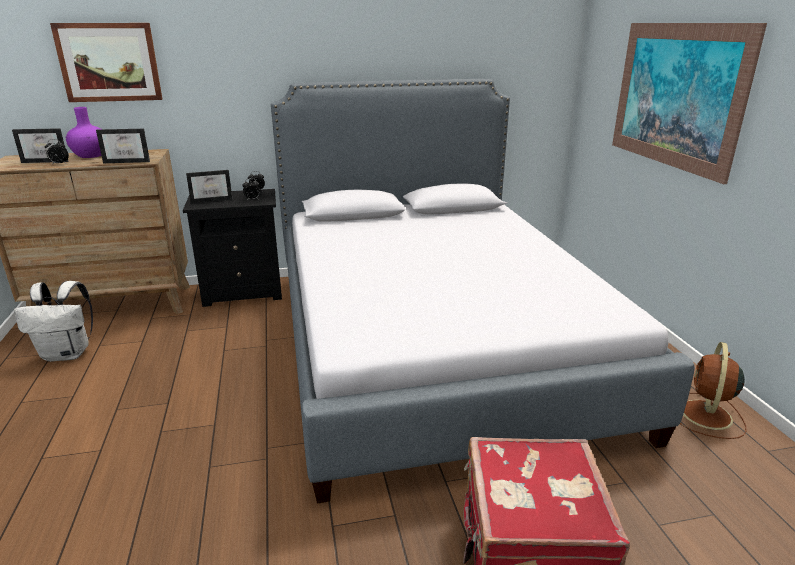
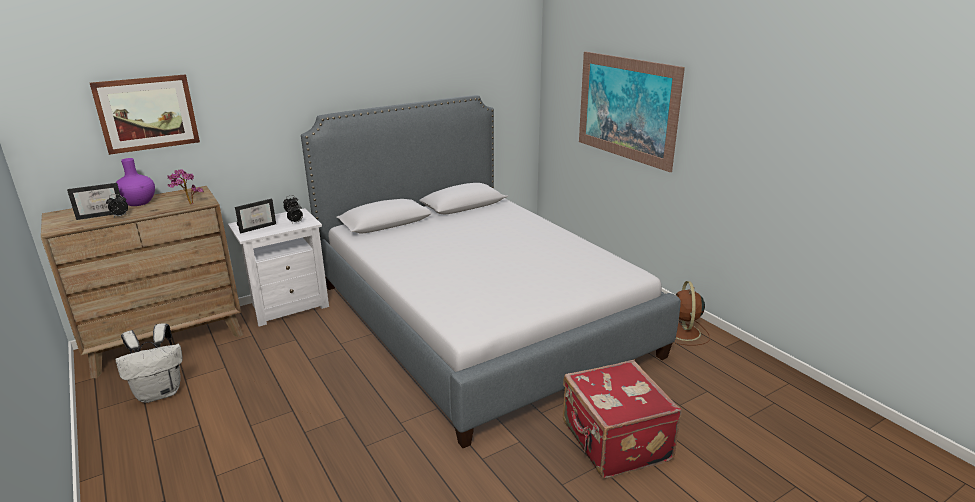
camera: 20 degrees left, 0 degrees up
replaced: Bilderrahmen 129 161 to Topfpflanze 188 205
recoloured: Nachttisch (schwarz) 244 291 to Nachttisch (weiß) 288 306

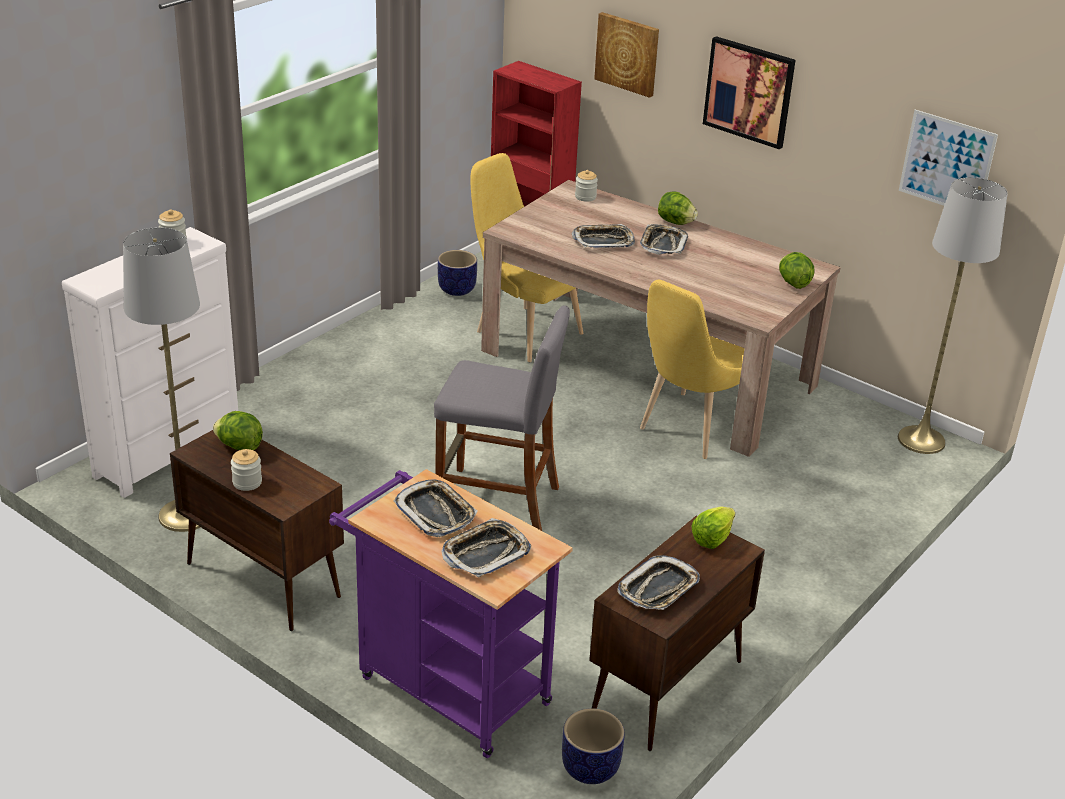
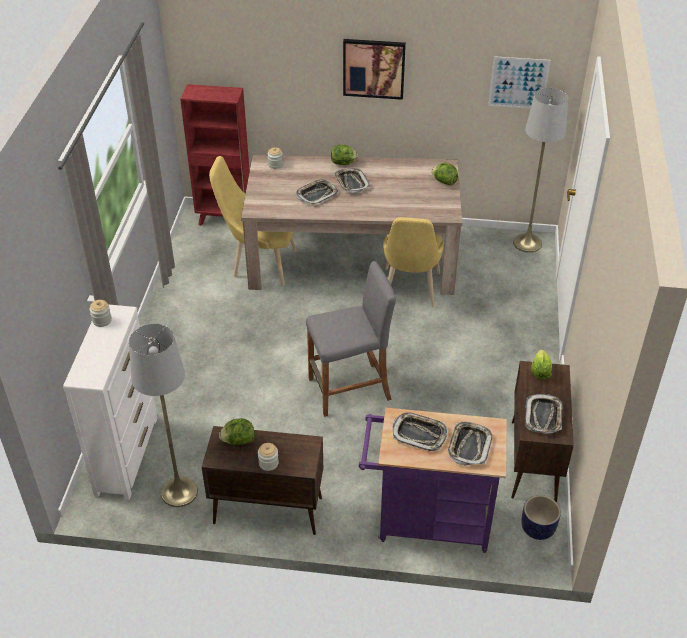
camera: 30 degrees left, 10 degrees up
removed: Pflanzkübel 457 289; Bild 627 54

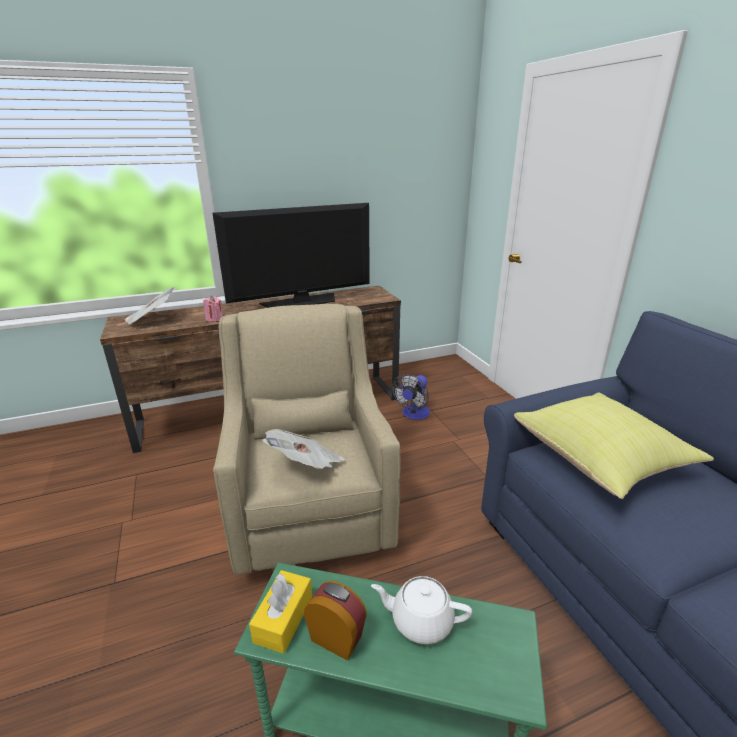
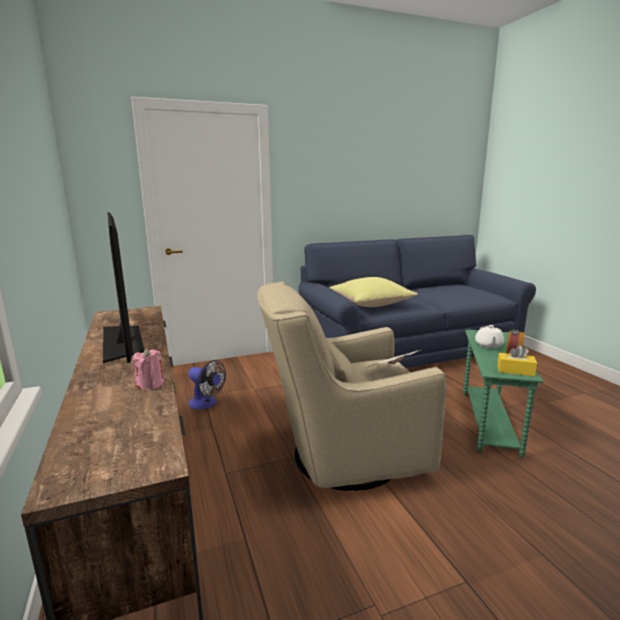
camera: 90 degrees left, 10 degrees down
removed: Zeitung 152 319

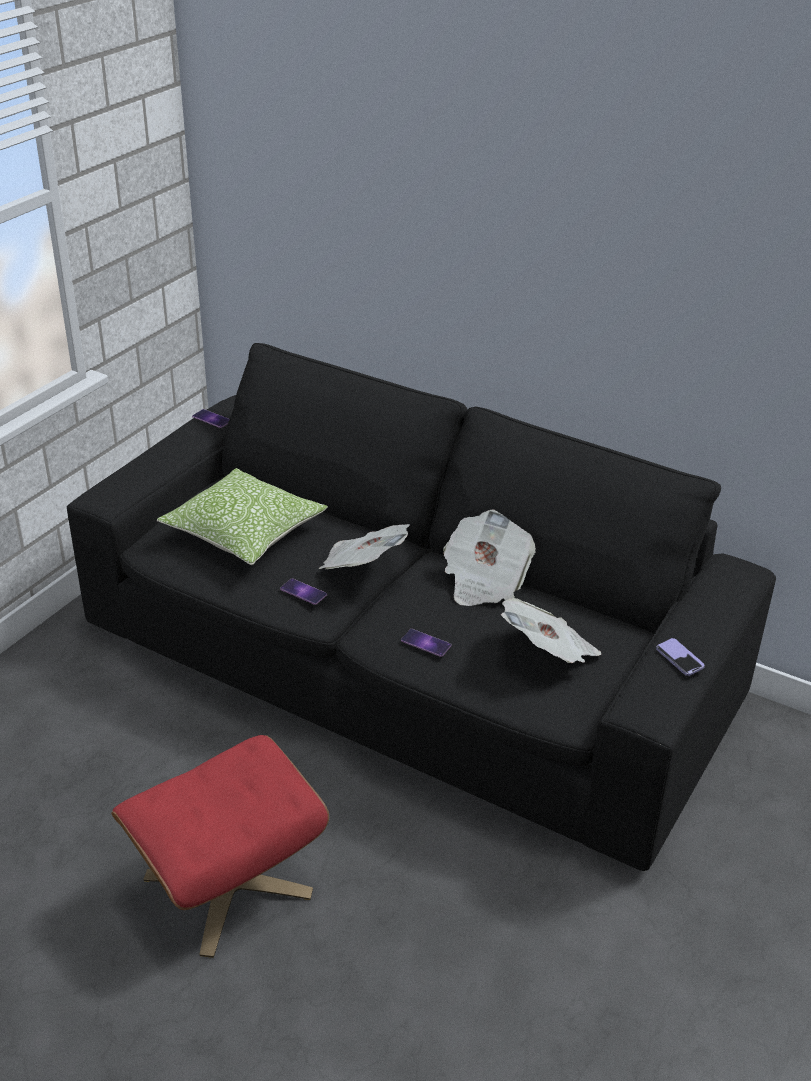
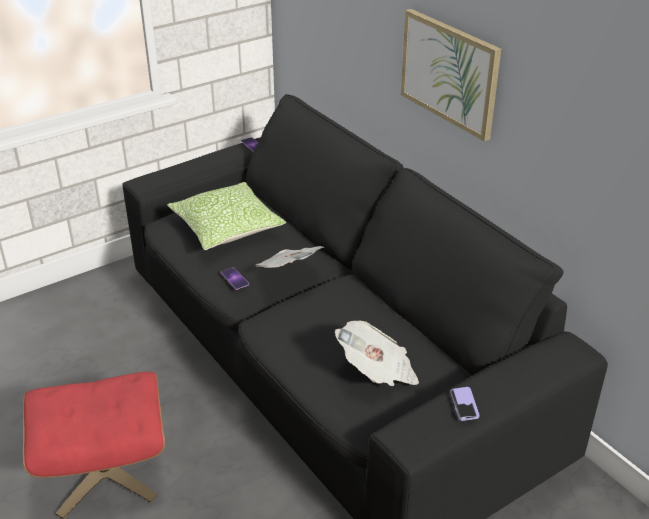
camera: 25 degrees right, 0 degrees up
removed: Handy 426 643; Zeitung 484 580
added: Bild 450 72

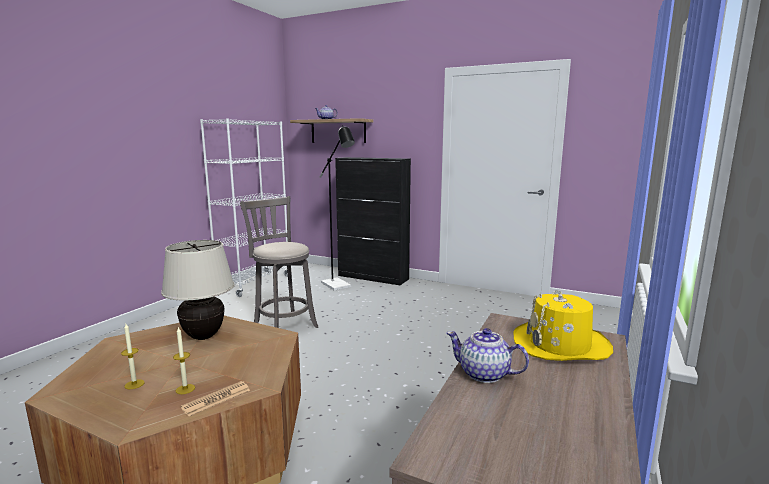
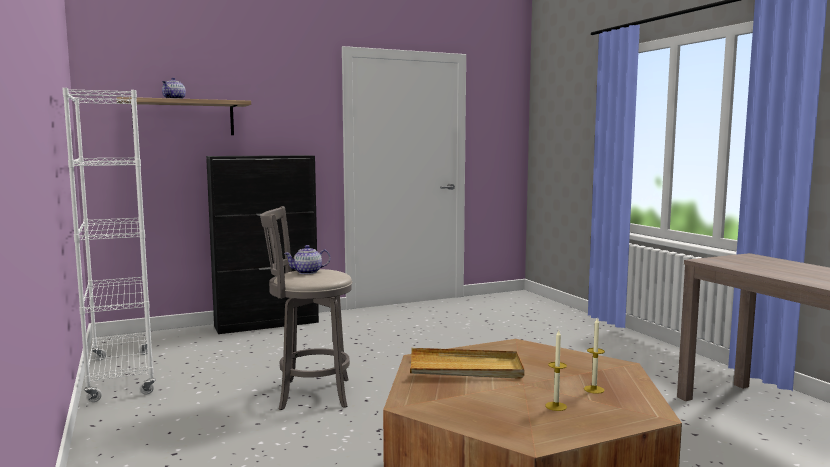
camera: 50 degrees left, 5 degrees down
removed: Zeitung 216 399; Stehlampe (schwarz) 338 286; Hut (gelb) 560 345
moved: Teekanne 484 374 to 308 272
replaced: Tischlampe (beige) 203 336 to Tablett (beige) 465 368

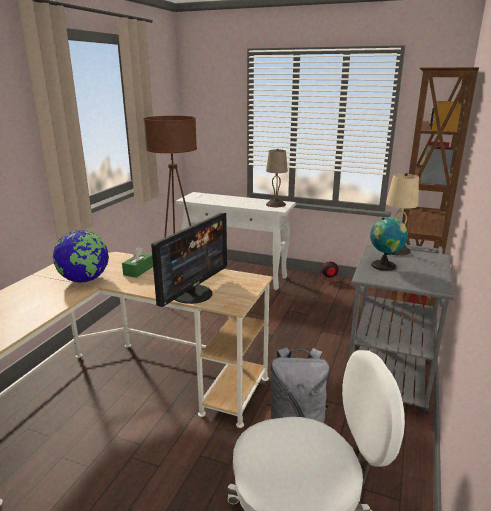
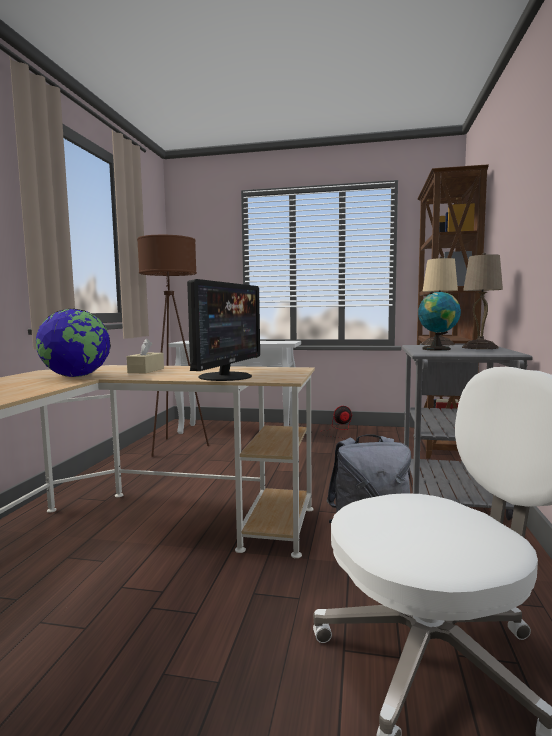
camera: 10 degrees left, 15 degrees down
moved: Tischlampe (beige) 275 204 to 479 347
recoloured: Taschentuchbox (grün) 138 270 to Taschentuchbox (beige) 146 370

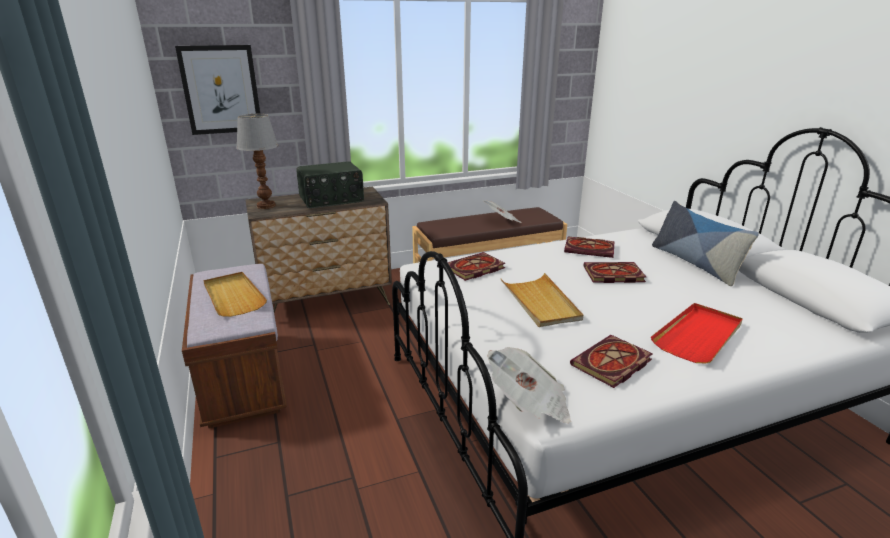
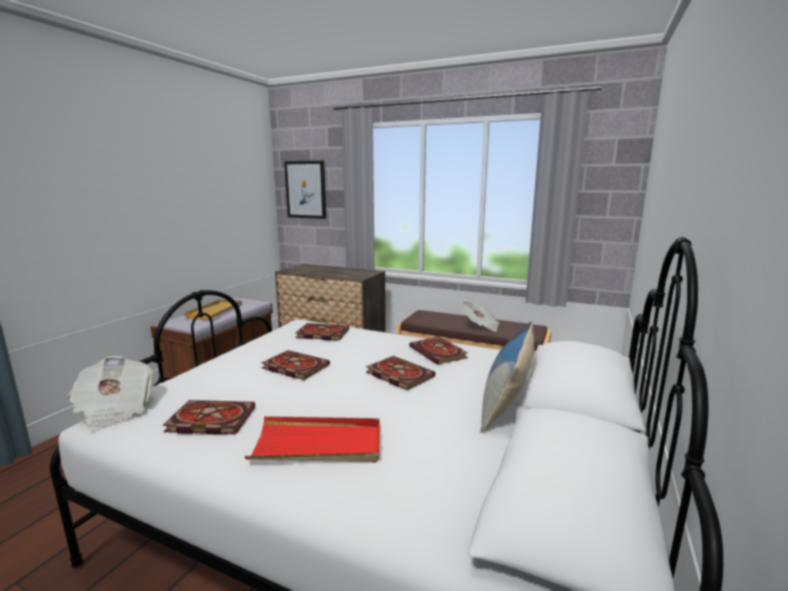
camera: 45 degrees right, 10 degrees down
removed: Tischlampe 266 206; Radio 331 199
replaced: Tablett (beige) 540 302 to Buch 293 367

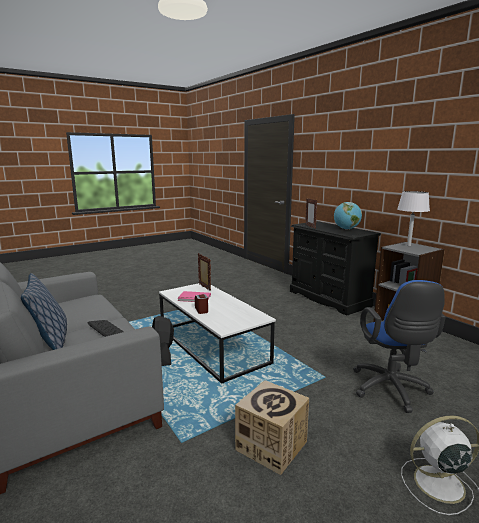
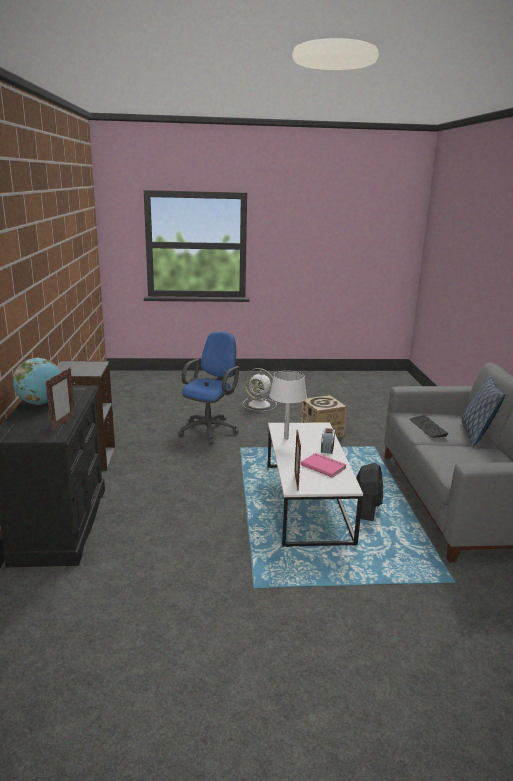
camera: 150 degrees left, 5 degrees up
moved: Tischlampe (weiß) 408 245 to 286 438

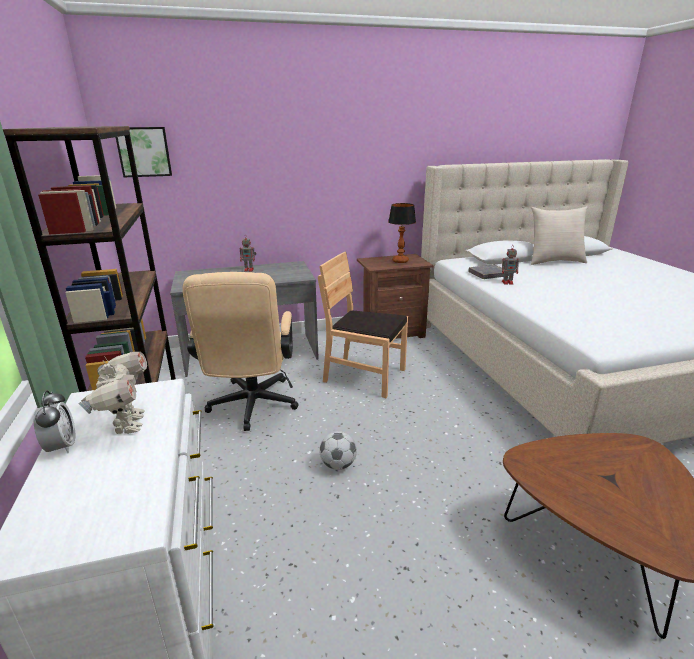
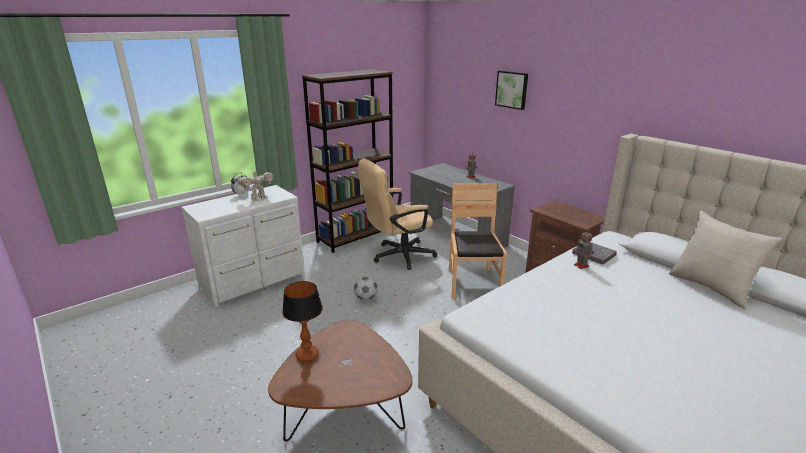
camera: 65 degrees right, 0 degrees up
moved: Bild 144 152 to 512 89; Tischlampe 400 261 to 307 356

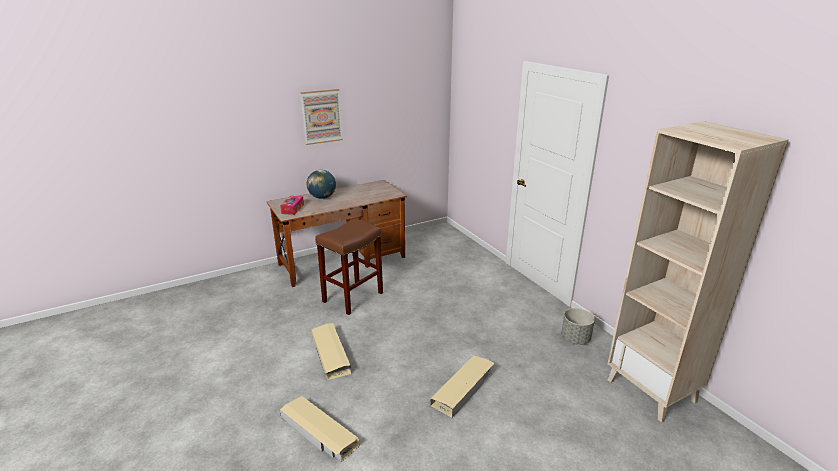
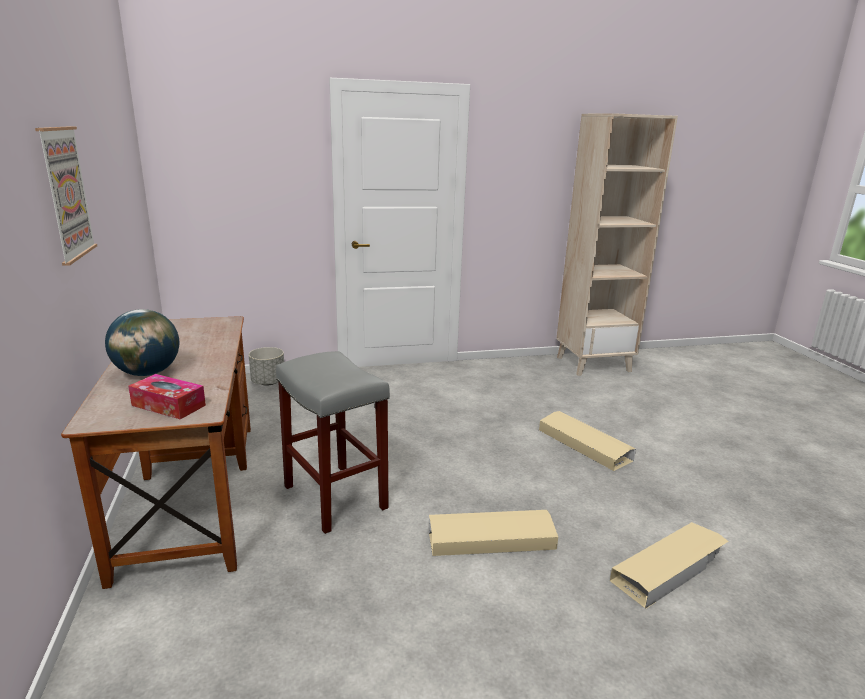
camera: 75 degrees left, 5 degrees down
moved: Pflanzkübel (grau) 575 339 to 268 382
recoloured: Hocker (braun) 352 298 to Hocker (grau) 336 497

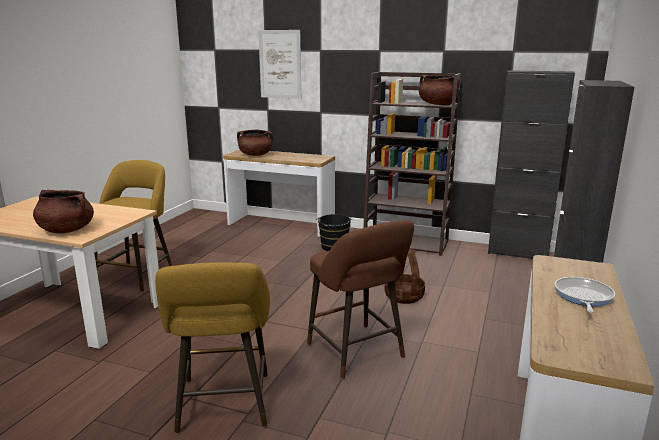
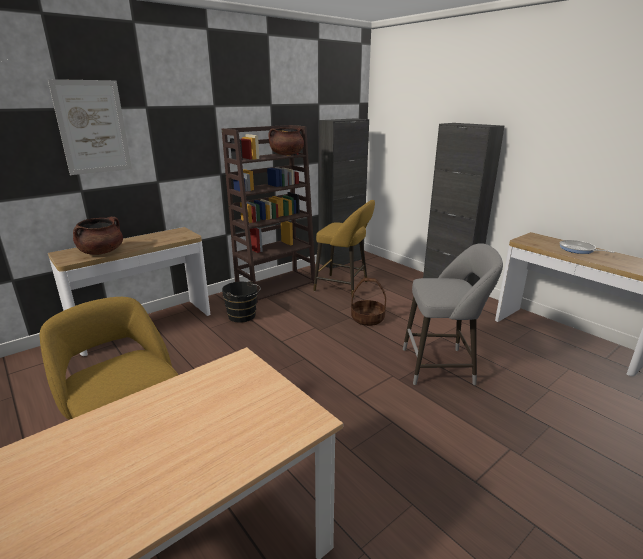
camera: 60 degrees left, 5 degrees up
removed: Kochtopf (braun) 66 230
moved: Hocker (gelb) 224 407 to 344 287
recoloured: Hocker (braun) 358 353 to Hocker (grau) 442 366

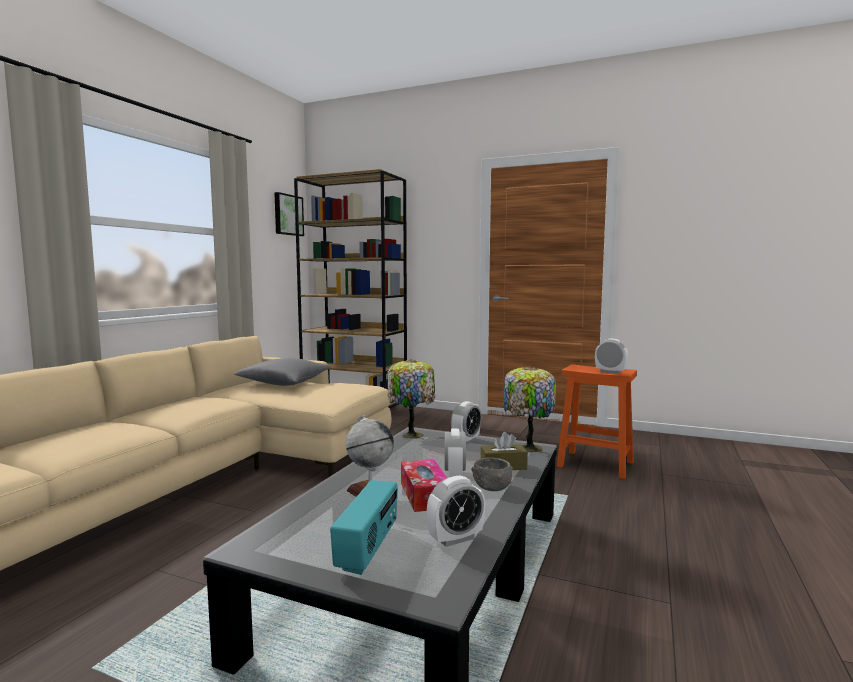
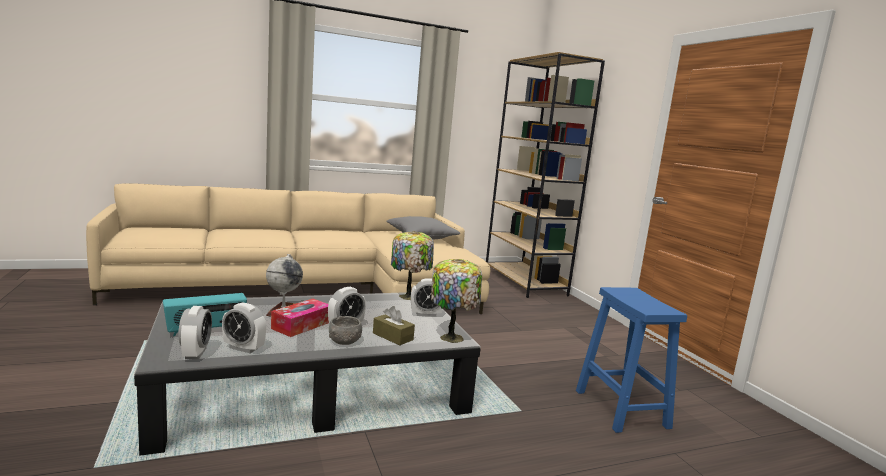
camera: 45 degrees right, 5 degrees up
removed: Bild 287 215
moved: Wecker 610 372 to 195 353
recoloured: Hocker (orange) 596 464 to Hocker (blau) 622 409

